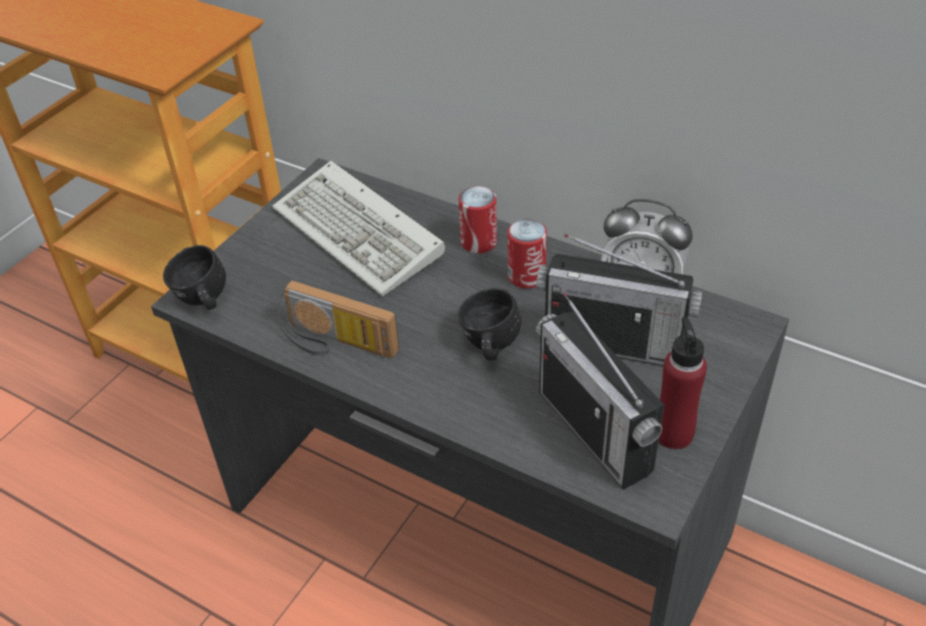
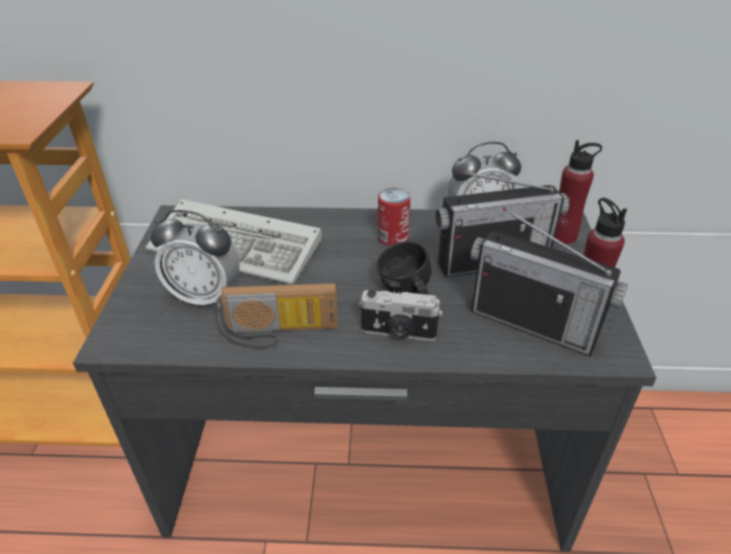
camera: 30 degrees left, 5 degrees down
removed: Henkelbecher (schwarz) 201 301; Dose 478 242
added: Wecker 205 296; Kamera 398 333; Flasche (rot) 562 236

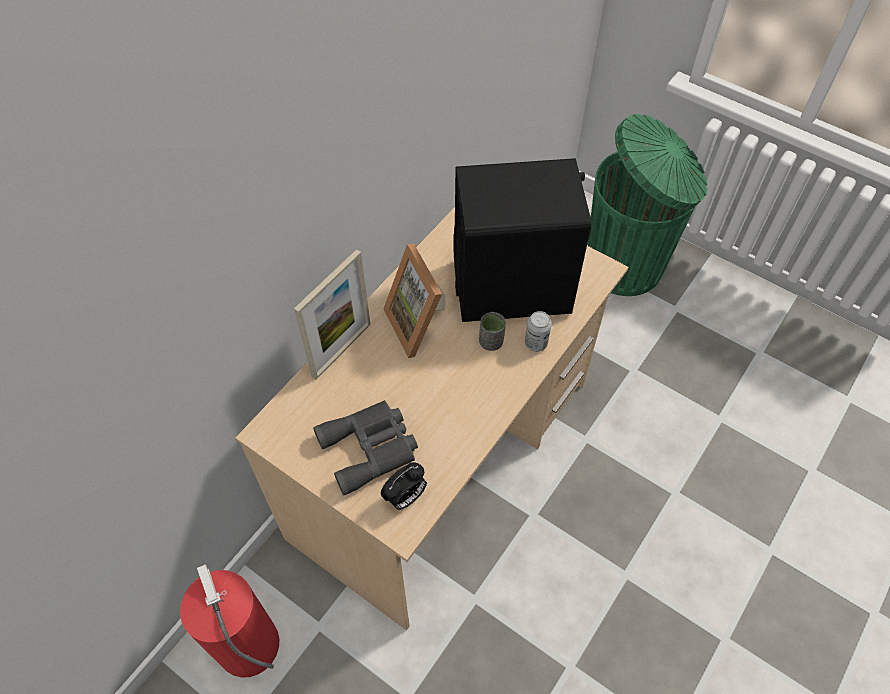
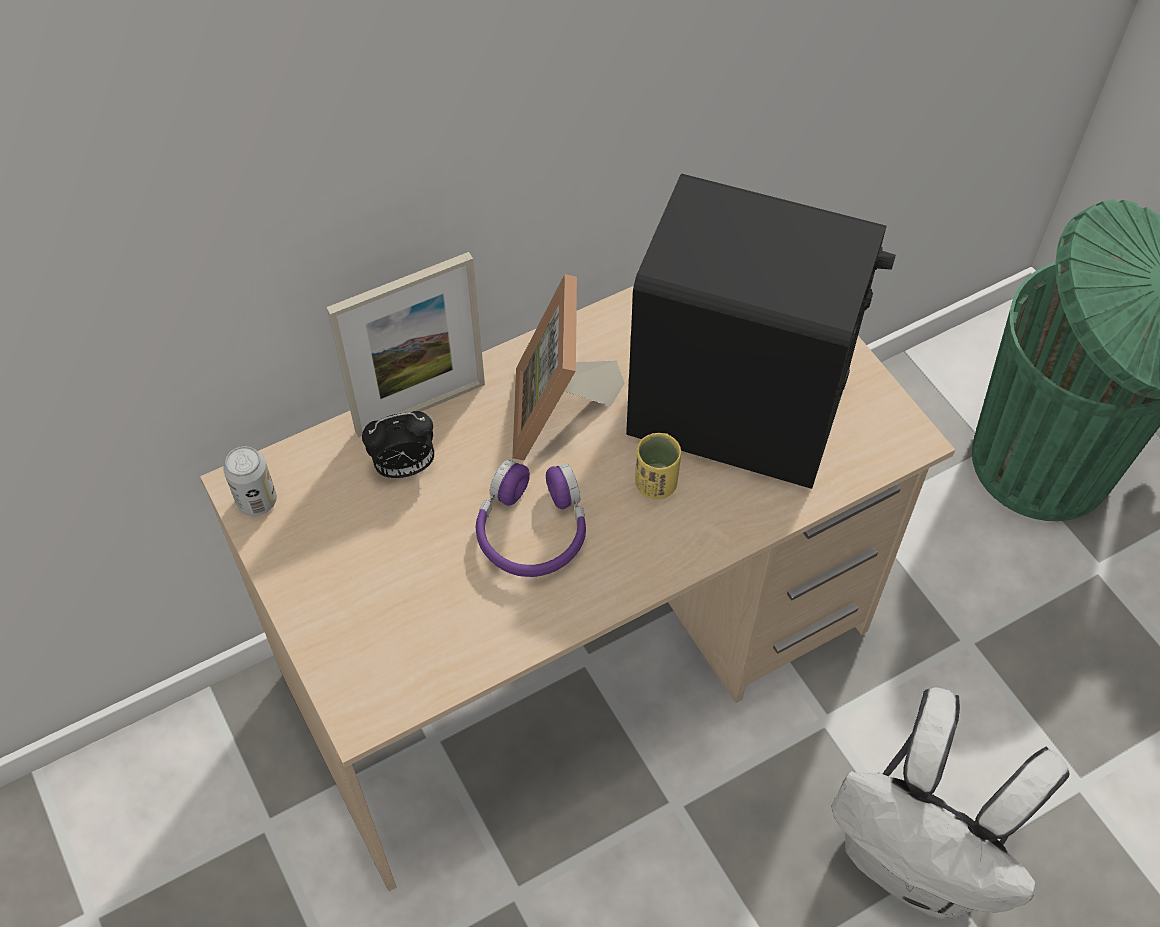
camera: 25 degrees right, 0 degrees up
removed: Feuerlöscher 249 648; Fernglas (grau) 371 448
added: Kopfhörer (lila) 532 530; Rucksack (weiß) 917 860
moved: Wecker 405 497 to 404 467; Dose 536 343 to 257 501
recoloured: Tasse (grau) 491 342 to Tasse (gelb) 656 484

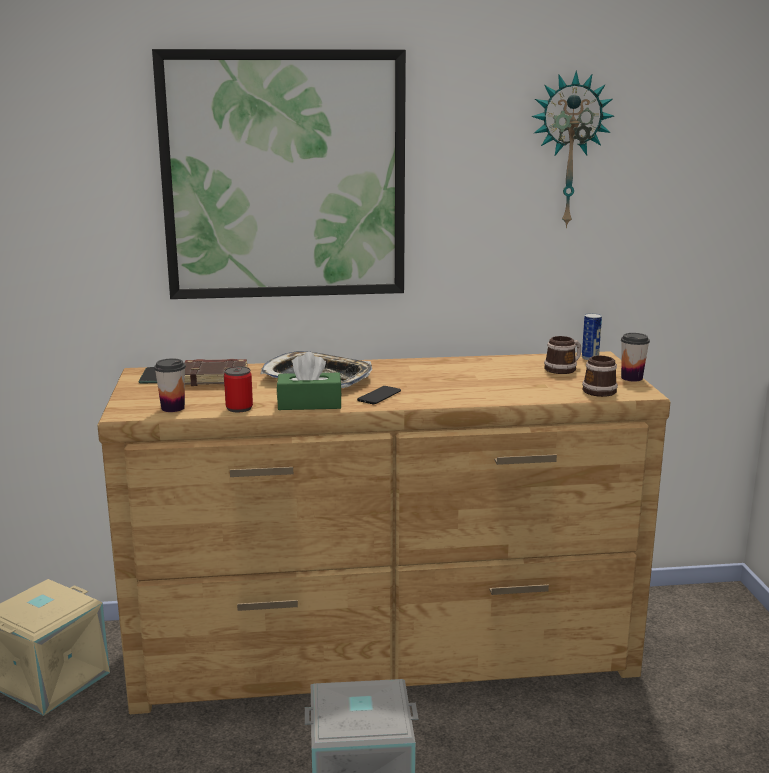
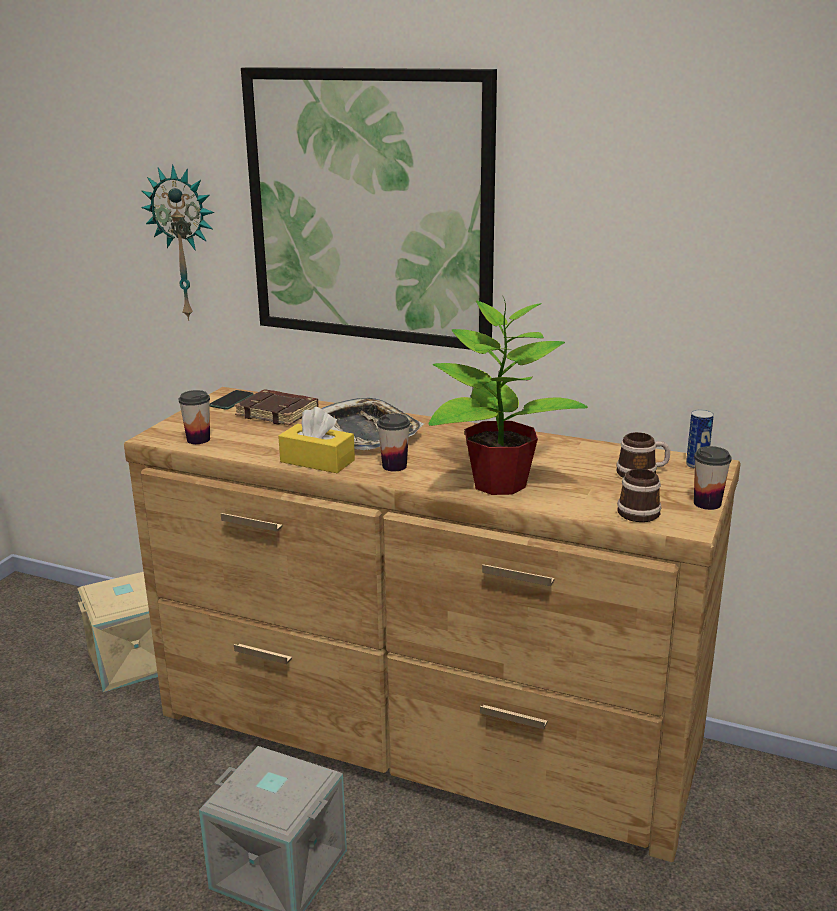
camera: 30 degrees right, 5 degrees up
removed: Dose 239 408
added: Topfpflanze 497 483
moved: Wanduhr 569 150 to 184 243
replaced: Handy 379 396 to Tasse 394 466
recoloured: Taschentuchbox (grün) 309 404 to Taschentuchbox (gelb) 317 461

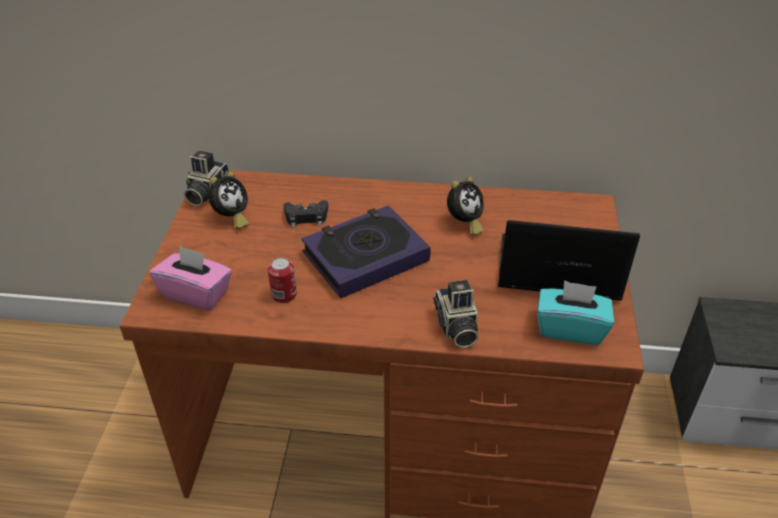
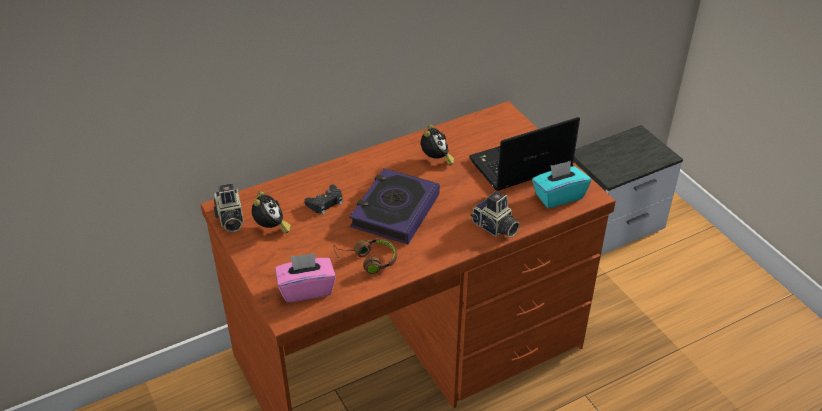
camera: 35 degrees left, 0 degrees up
replaced: Dose 284 295 to Kopfhörer (braun) 368 260

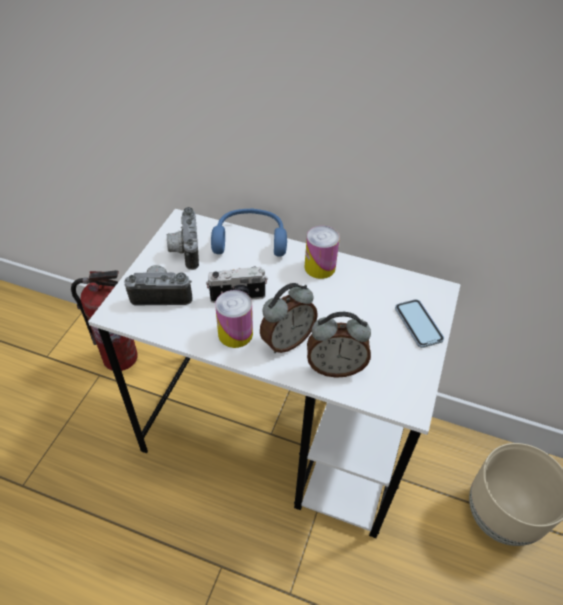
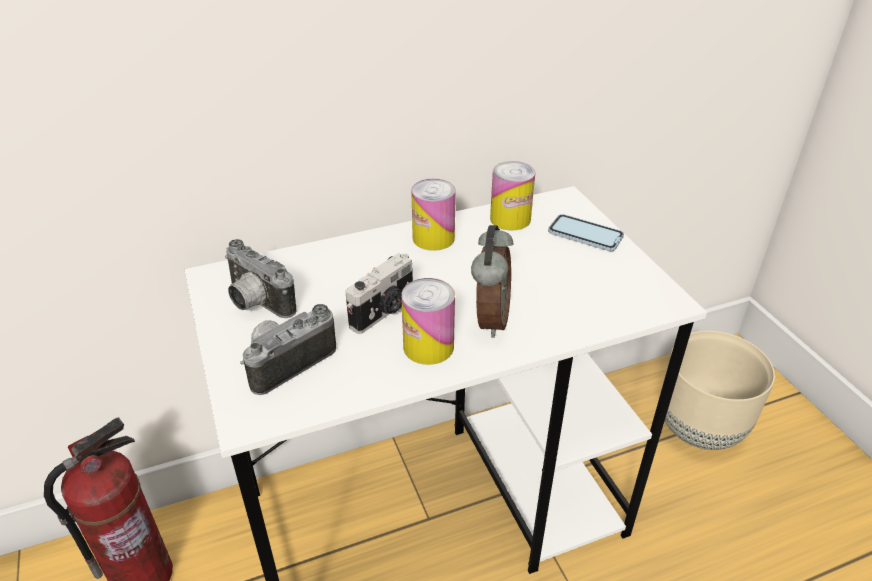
camera: 40 degrees left, 10 degrees down
removed: Kopfhörer (blau) 250 239; Wecker 335 367
added: Dose 510 219

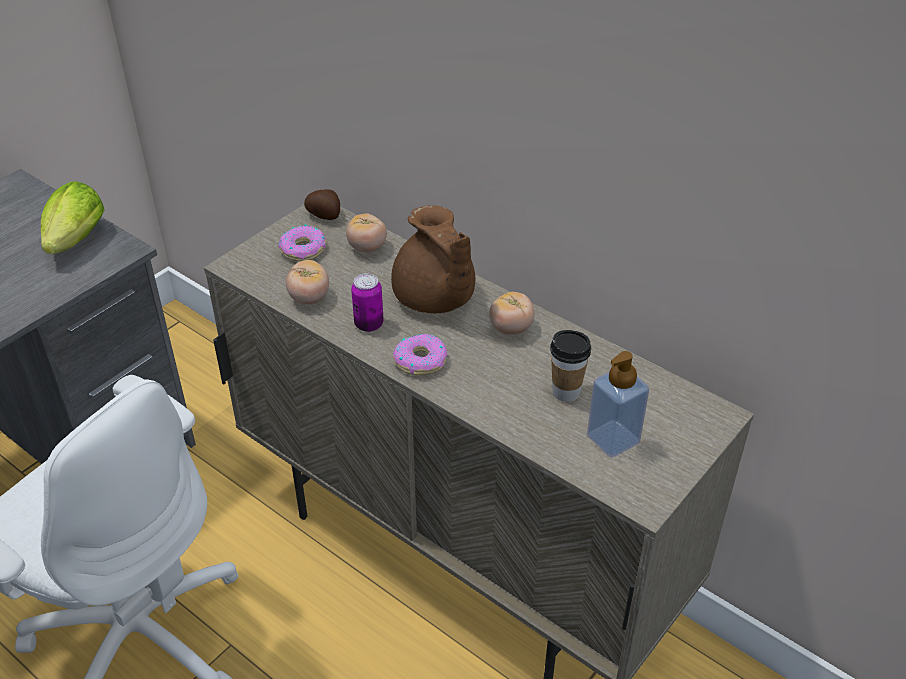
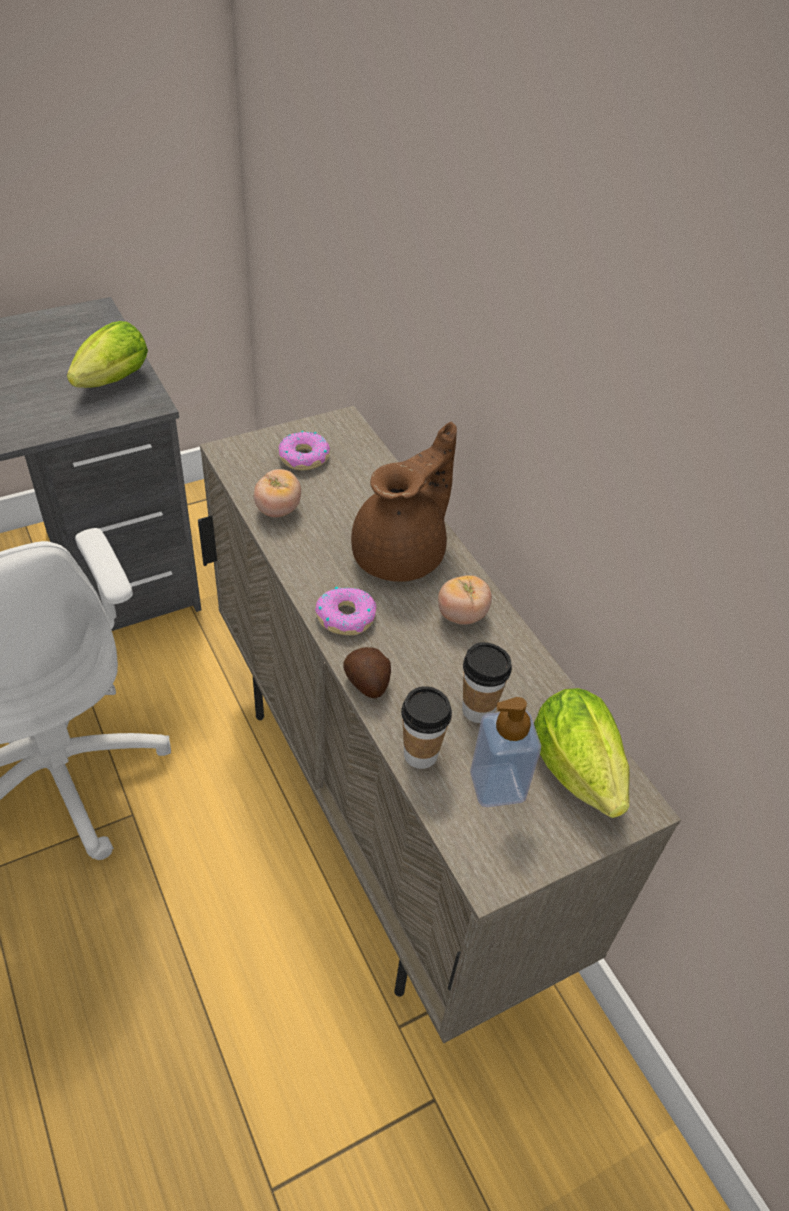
camera: 20 degrees right, 5 degrees up
removed: Tomate 367 248; Dose 369 324
added: Tasse 420 754; Salatkopf 580 777
moved: Kartoffel 325 215 to 368 684
turned: Teekanne (braun) 435 299 = 402 554 135 degrees counterclockwise

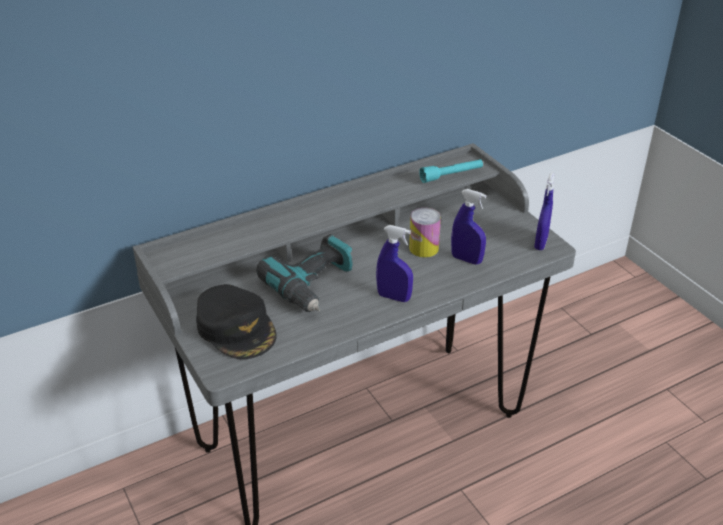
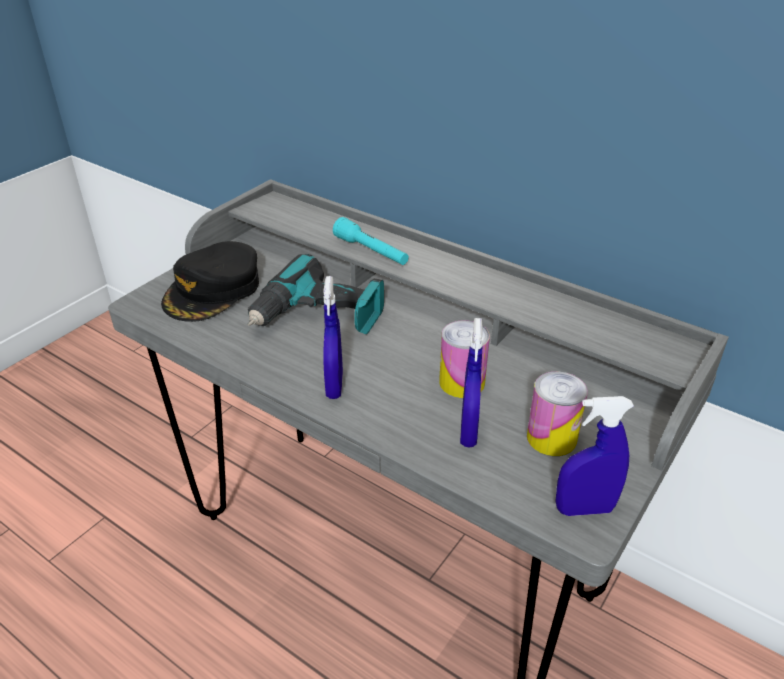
camera: 65 degrees right, 0 degrees up
added: Dose 551 438
moved: Taschenlampe (türkis) 451 175 to 371 252

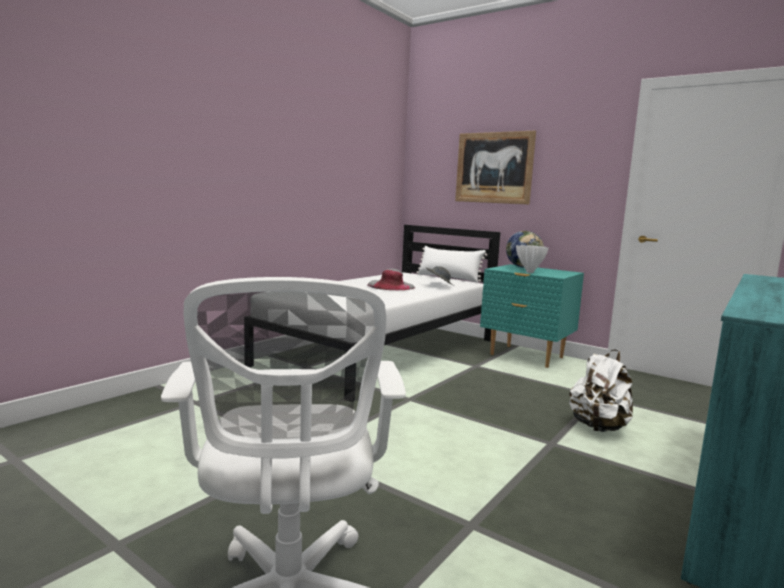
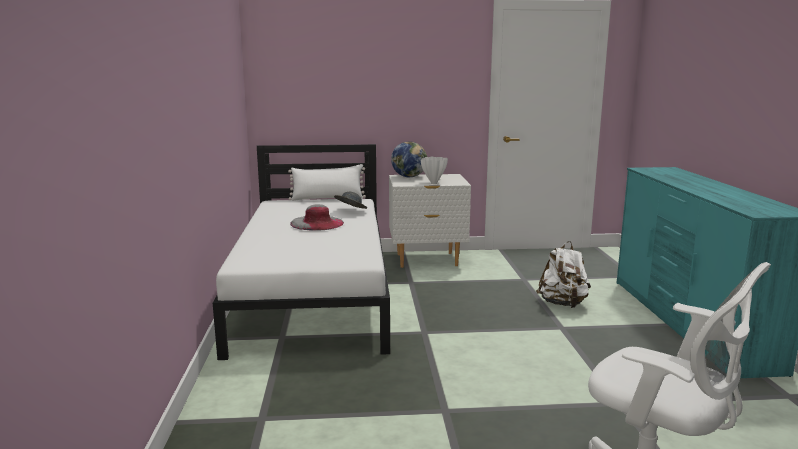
camera: 40 degrees left, 5 degrees up
removed: Bild 494 168
recoloured: Nachttisch (türkis) 526 356 to Nachttisch (weiß) 427 260

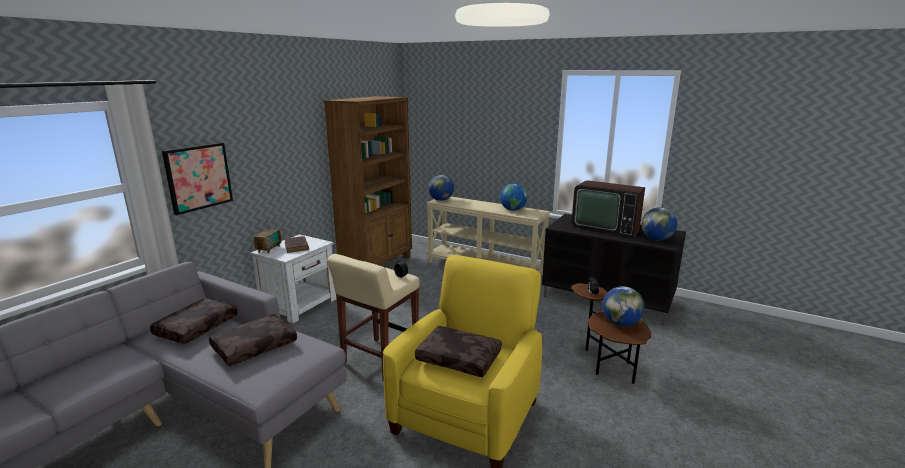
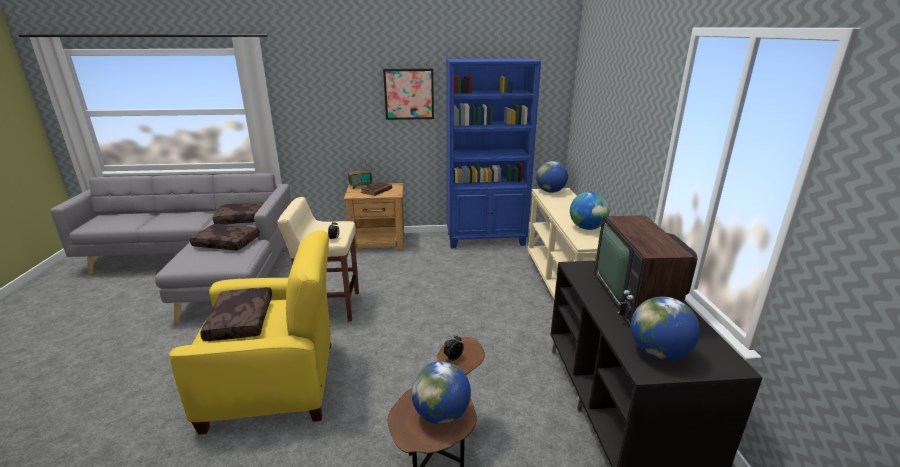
camera: 55 degrees right, 5 degrees up
moved: Bild 198 177 to 409 94
recoloured: Nachttisch (weiß) 300 305 to Nachttisch (braun) 379 243; Bücherregal (braun) 377 264 to Bücherregal (blau) 486 239

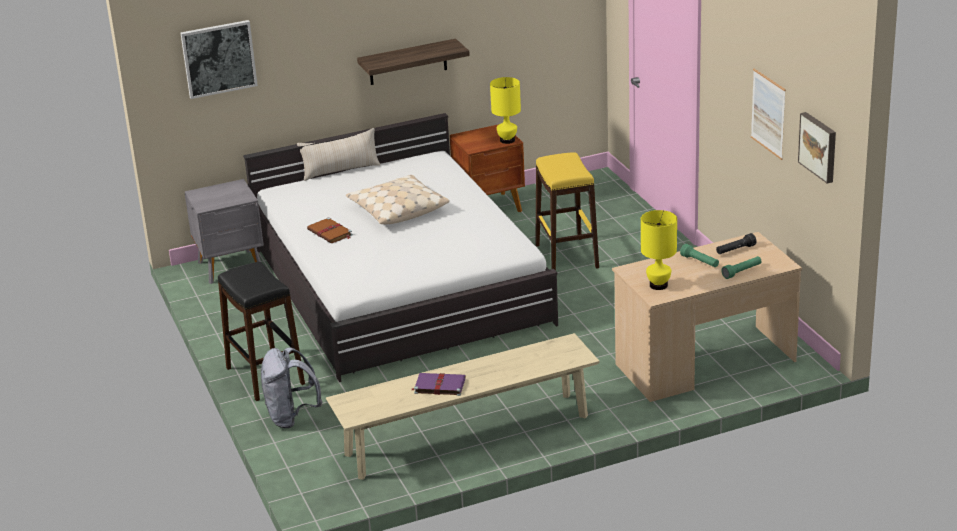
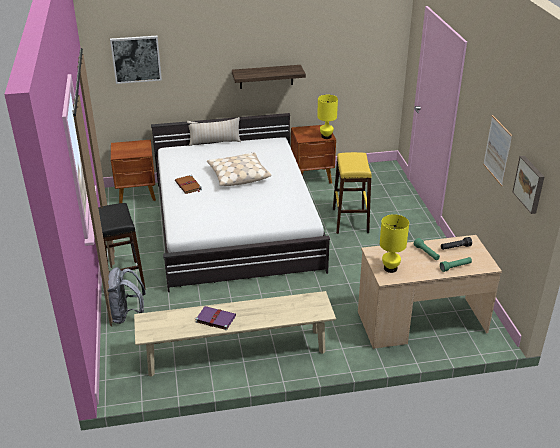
camera: 10 degrees right, 5 degrees up
recoloured: Nachttisch (grau) 231 267 to Nachttisch (braun) 137 194

